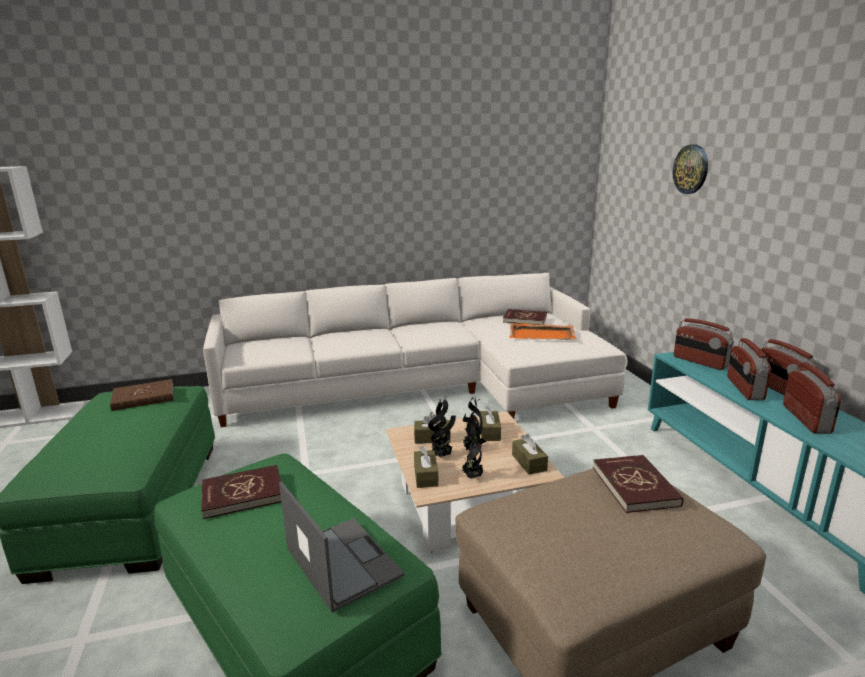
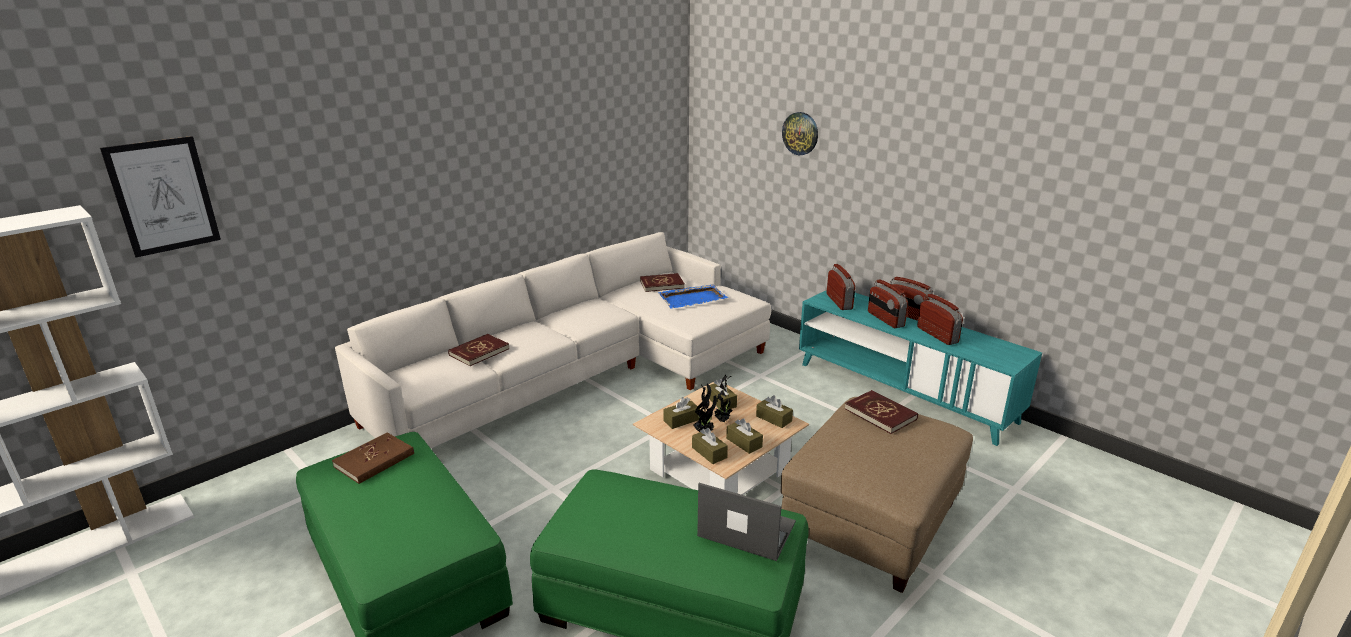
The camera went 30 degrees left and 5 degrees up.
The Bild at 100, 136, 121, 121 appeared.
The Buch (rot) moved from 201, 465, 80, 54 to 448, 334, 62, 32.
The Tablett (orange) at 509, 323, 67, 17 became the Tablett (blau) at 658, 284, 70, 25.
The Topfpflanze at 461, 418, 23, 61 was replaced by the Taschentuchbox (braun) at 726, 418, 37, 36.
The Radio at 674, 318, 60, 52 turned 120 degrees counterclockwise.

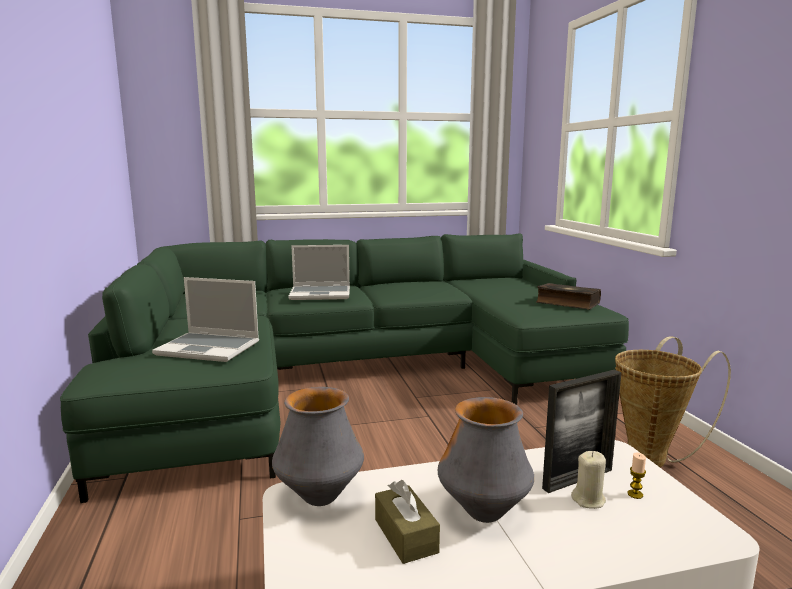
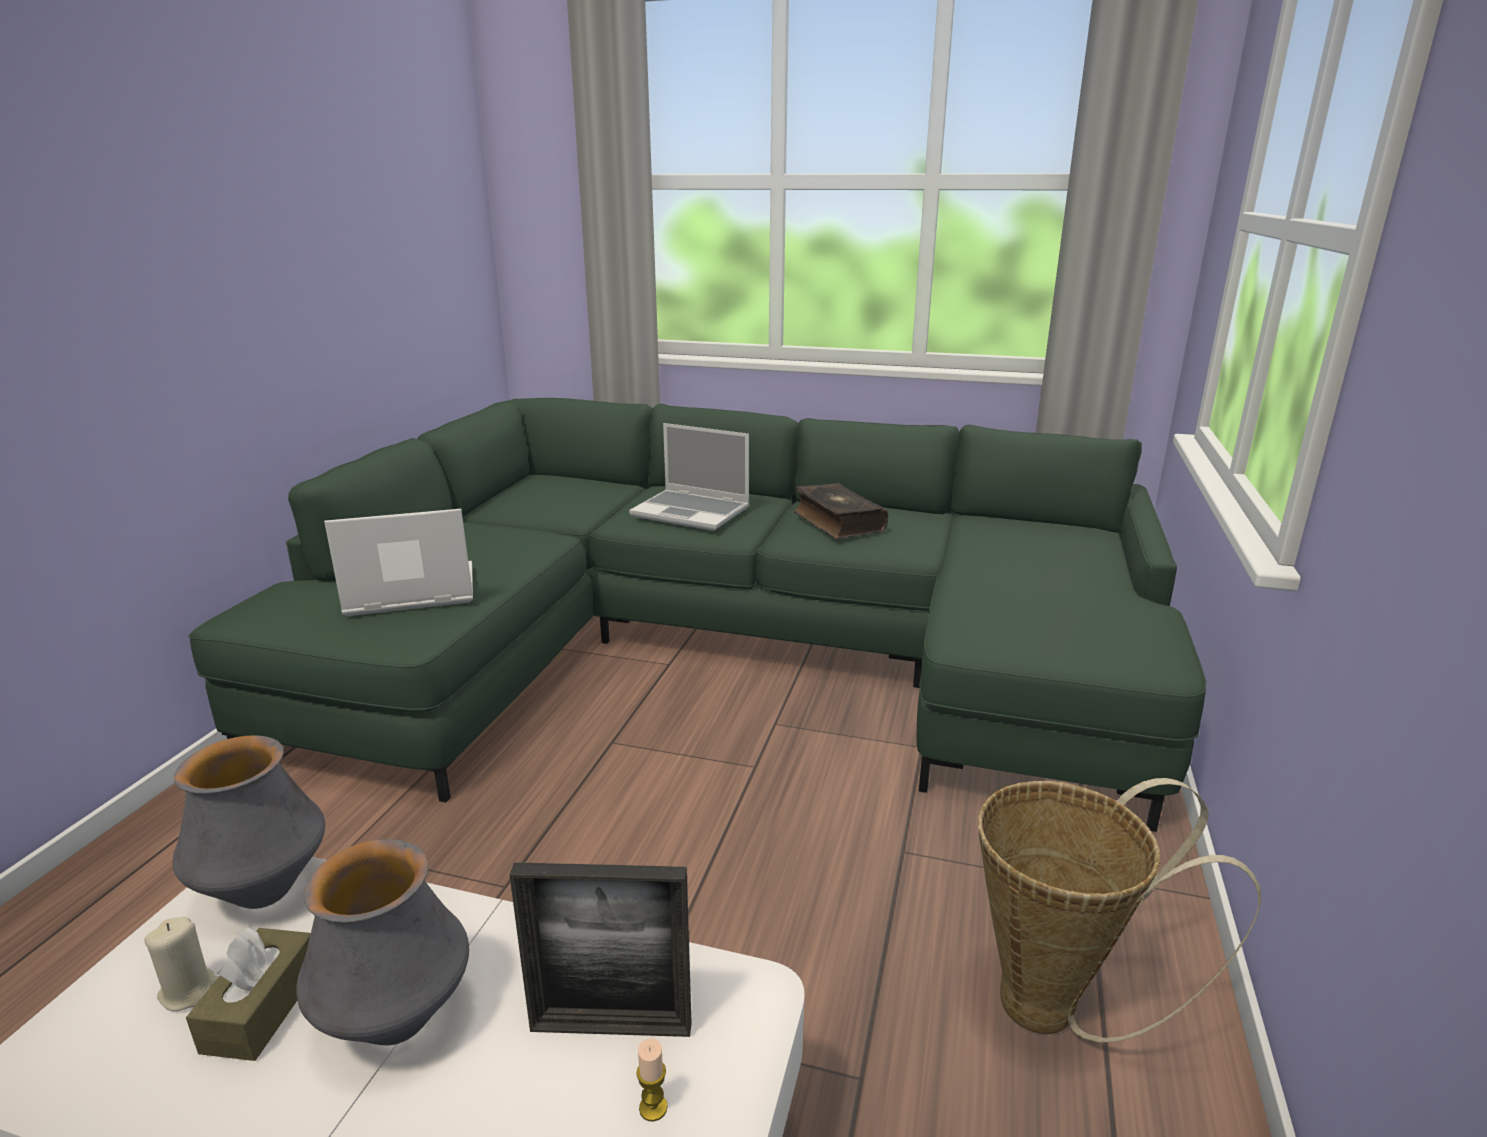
The camera went 30 degrees right and 10 degrees up.
The Kerze (beige) moved from 571, 451, 35, 58 to 144, 917, 75, 94.
The Laptop at 152, 277, 107, 85 turned 120 degrees clockwise.
The Buch moved from 536, 283, 65, 26 to 793, 483, 95, 56.

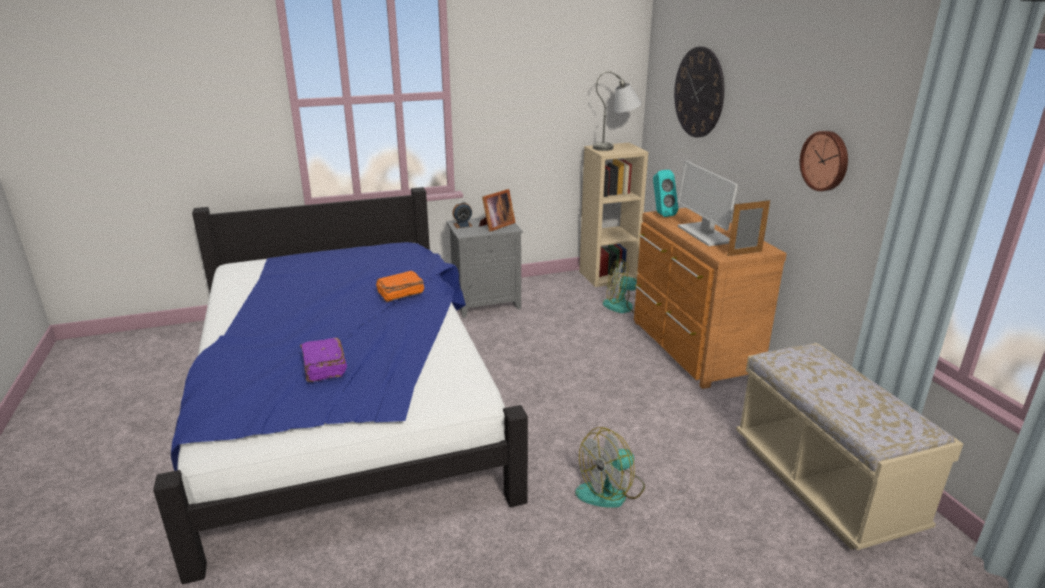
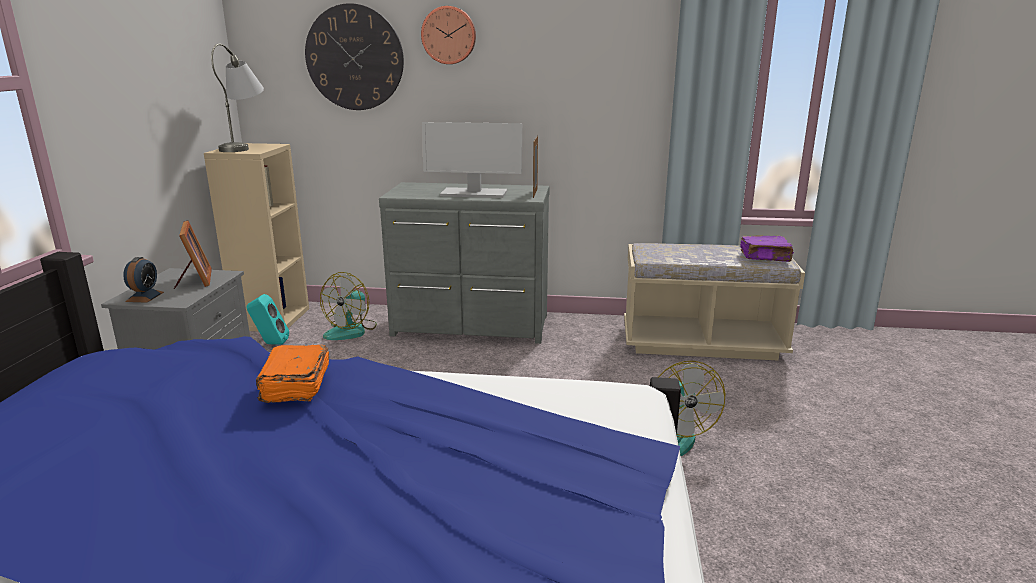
The camera went 65 degrees left and 5 degrees down.
The Lautsprecher (türkis) moved from 653, 170, 25, 47 to 246, 294, 43, 51.
The Kommode (braun) at 634, 208, 153, 181 became the Kommode (grau) at 379, 182, 171, 162.
The Wanduhr moved from 800, 131, 48, 60 to 421, 6, 55, 58.
The Buch (lila) moved from 300, 338, 47, 44 to 740, 235, 54, 27.

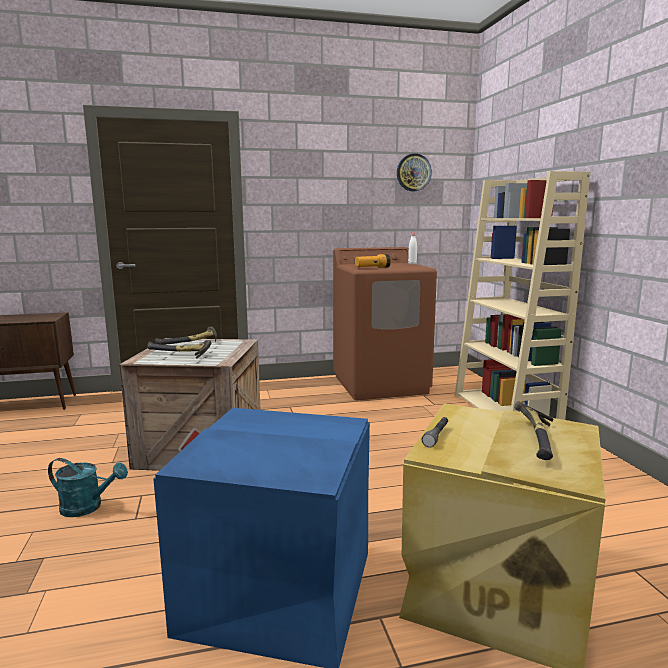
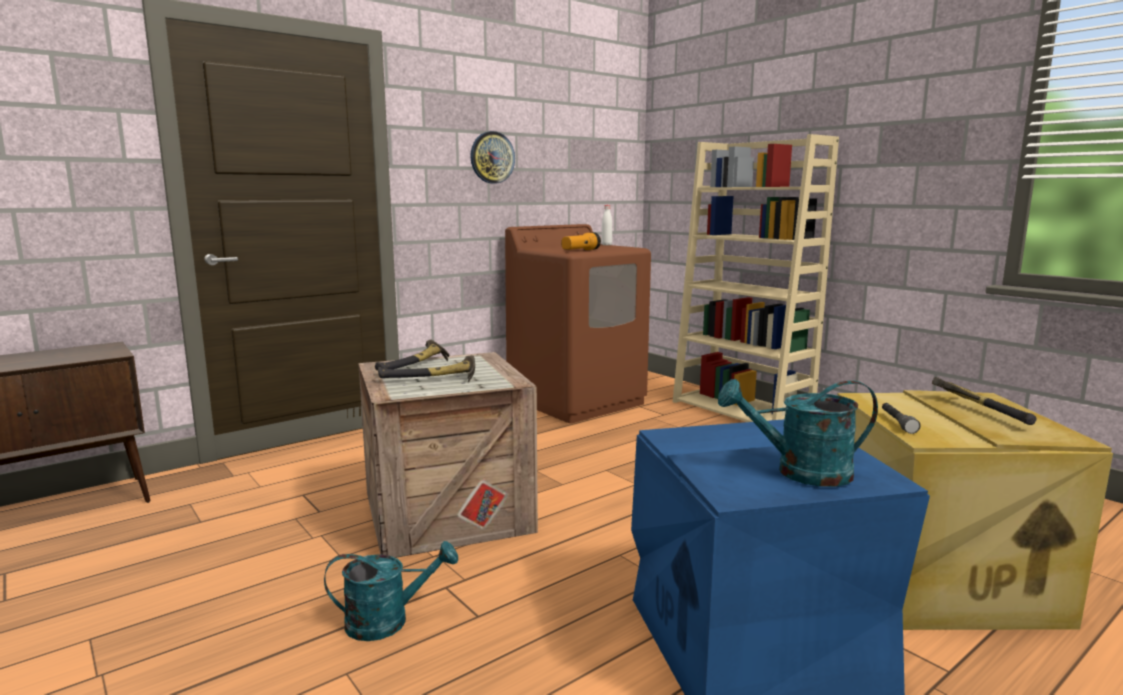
The camera went 25 degrees left and 0 degrees up.
The Wanduhr moved from 397, 153, 35, 38 to 470, 131, 45, 53.
The Gießkanne (türkis) at 718, 379, 160, 108 appeared.

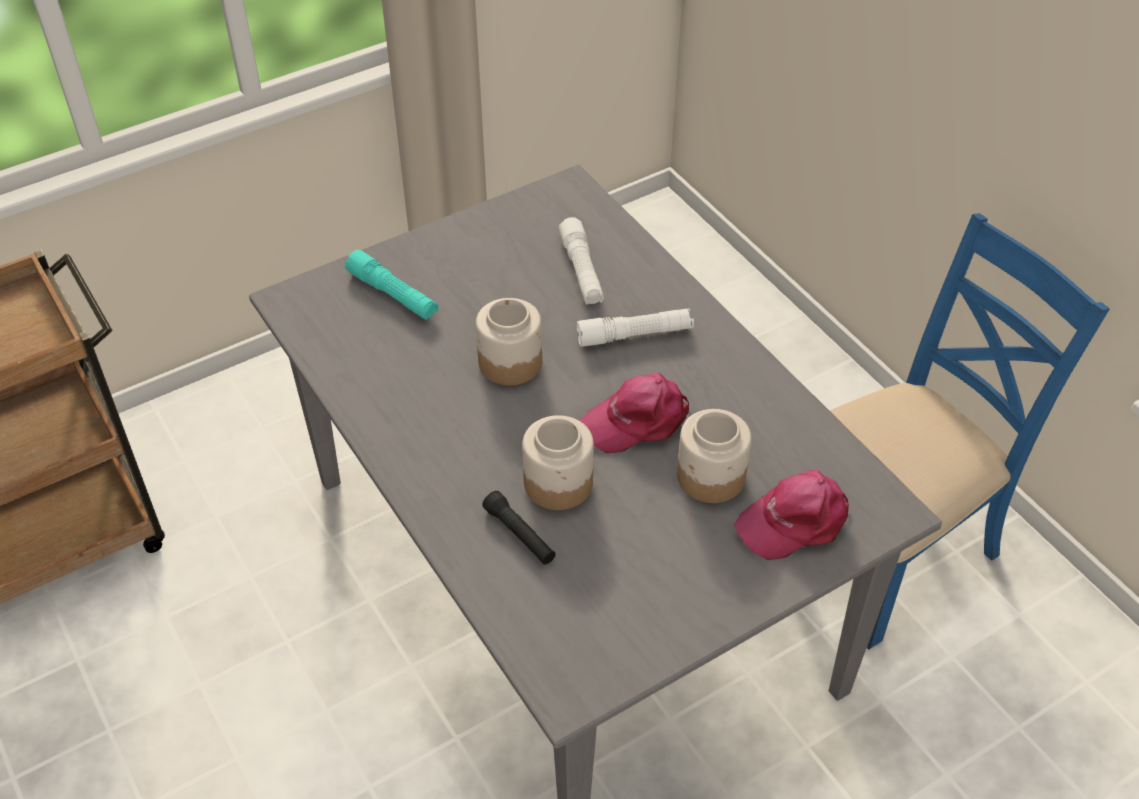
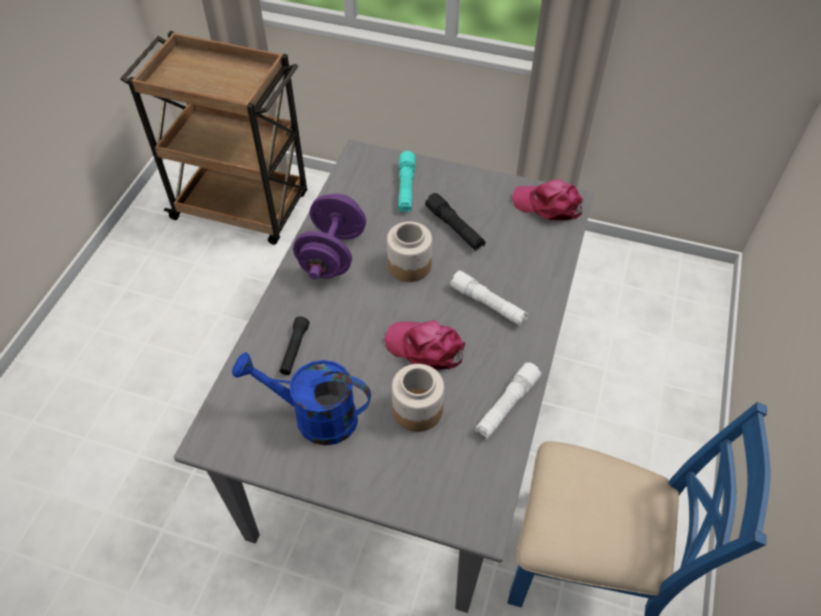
The camera went 50 degrees right and 5 degrees up.
The Gießkanne (blau) at 232, 352, 139, 93 appeared.
The Hantel (lila) at 293, 193, 73, 86 appeared.
The Taschenlampe (schwarz) at 425, 193, 61, 58 appeared.
The Taschenlampe (weiß) moved from 559, 217, 45, 88 to 475, 362, 66, 77.
The Kappe (rosa) moved from 734, 470, 115, 90 to 512, 179, 71, 41.
The Vorratsglas at 522, 415, 72, 95 disappeared.

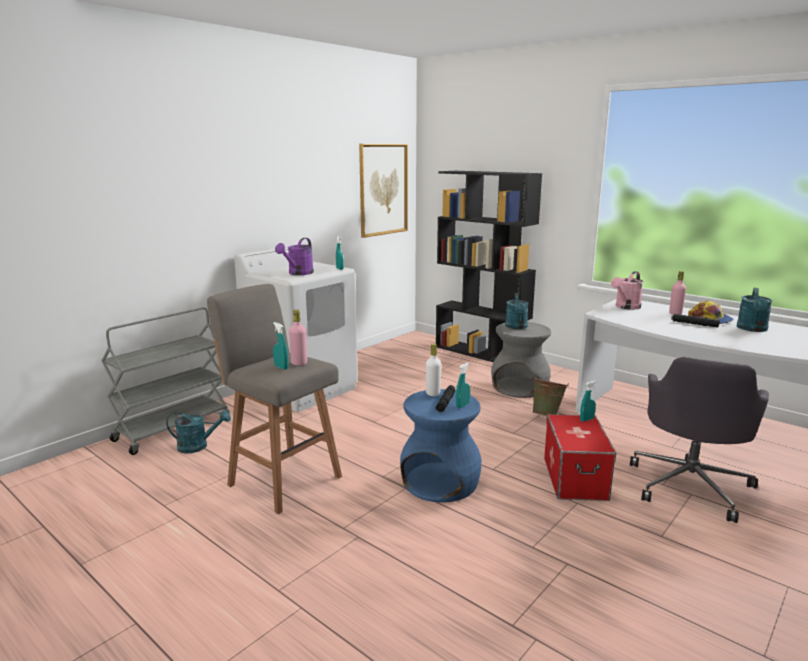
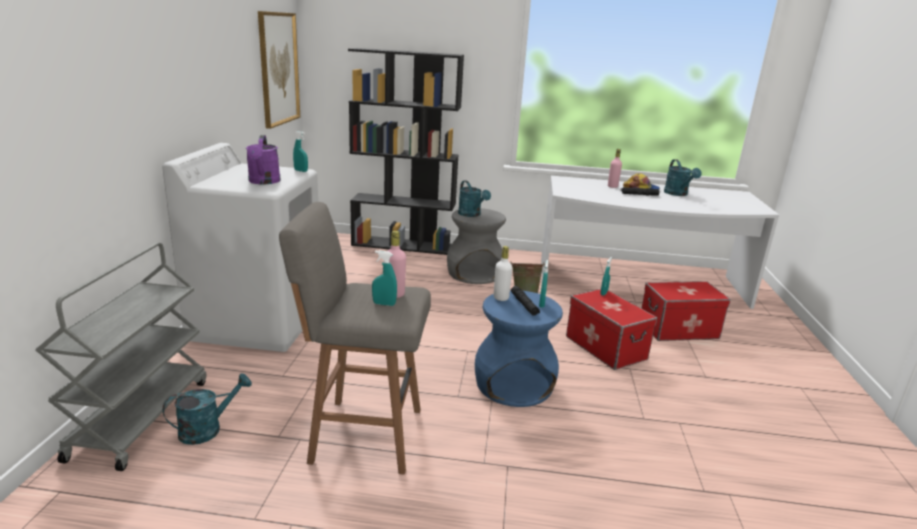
The camera went 35 degrees left and 5 degrees up.
The Bürostuhl (grau) at 630, 357, 139, 166 was replaced by the Aufbewahrungsbox at 642, 281, 89, 60.
The Gießkanne (rosa) at 611, 271, 32, 39 disappeared.

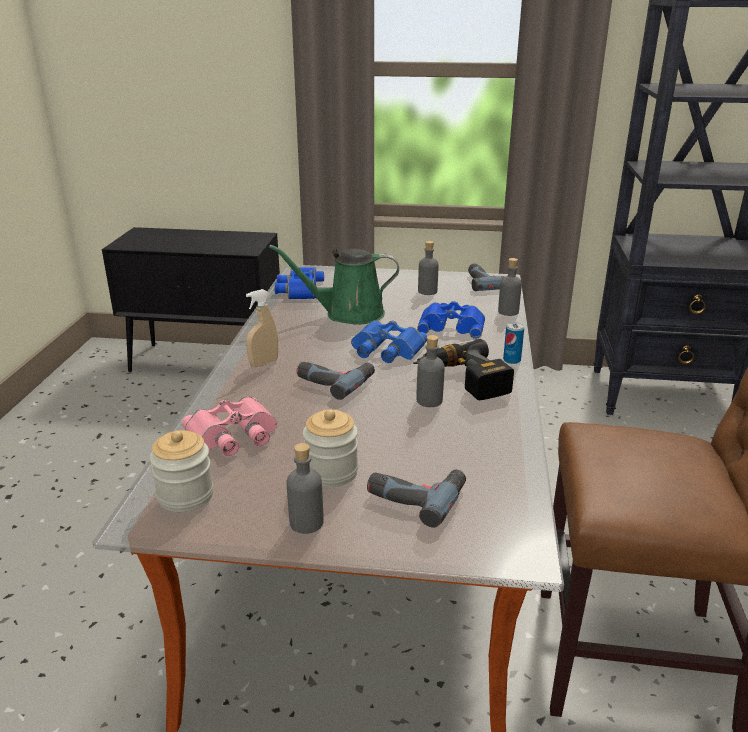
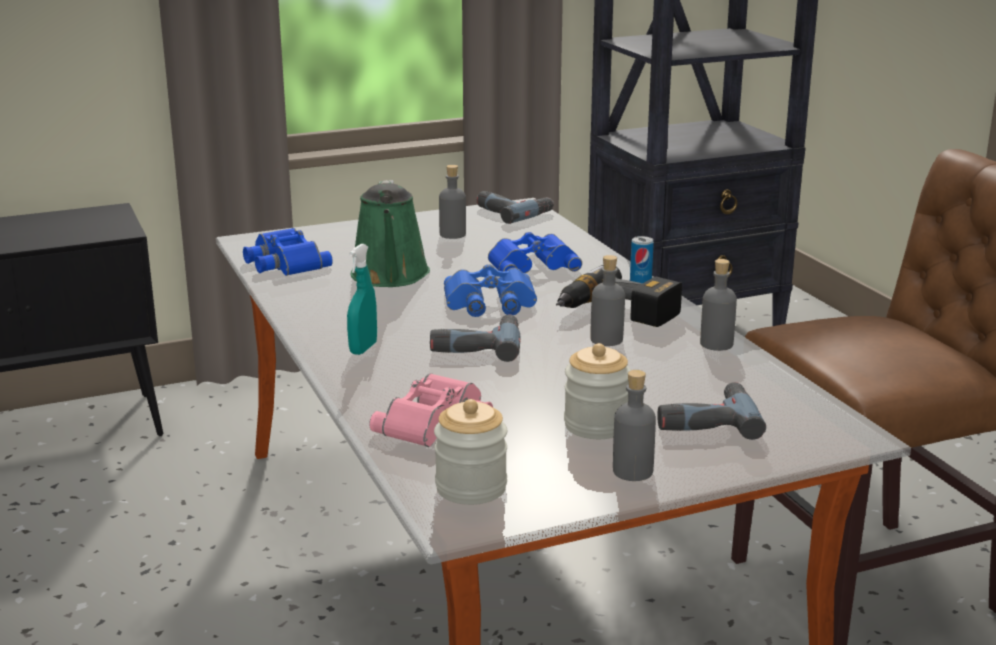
The camera went 30 degrees left and 5 degrees down.
The Sprühflasche (beige) at 246, 289, 32, 78 became the Sprühflasche (türkis) at 347, 244, 30, 111.
The Gießkanne (grün) at 269, 245, 130, 80 turned 60 degrees counterclockwise.
The Flasche (grau) moved from 498, 258, 24, 58 to 700, 259, 37, 92.

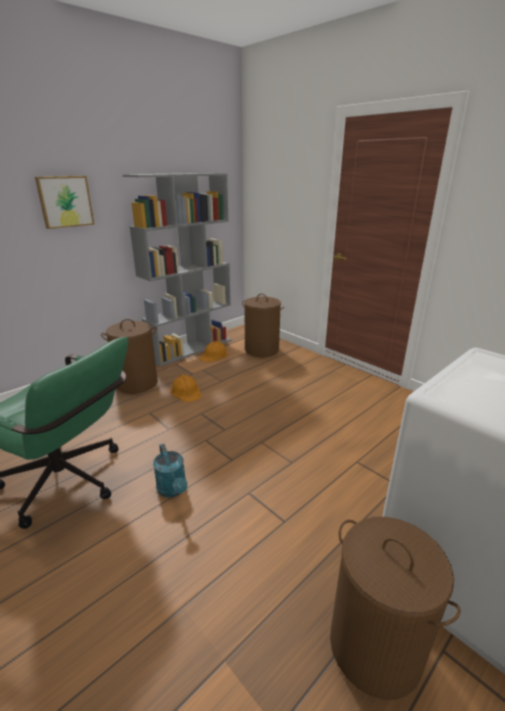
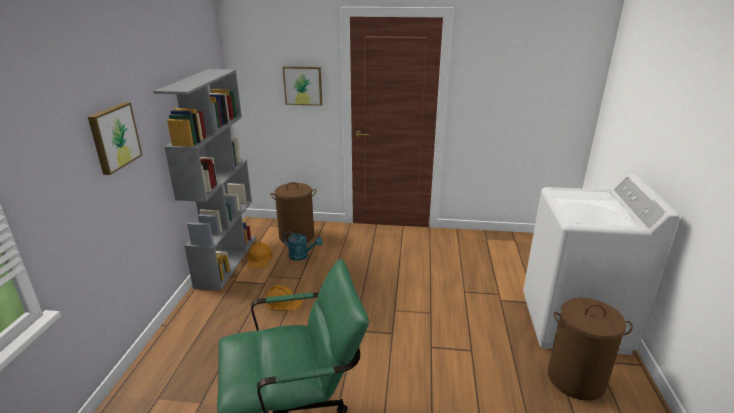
The camera went 40 degrees left and 0 degrees up.
The Bild at 283, 66, 39, 40 appeared.
The Gießkanne (türkis) moved from 153, 444, 34, 54 to 283, 231, 40, 30.
The Wäschekorb (braun) at 101, 319, 57, 75 disappeared.

